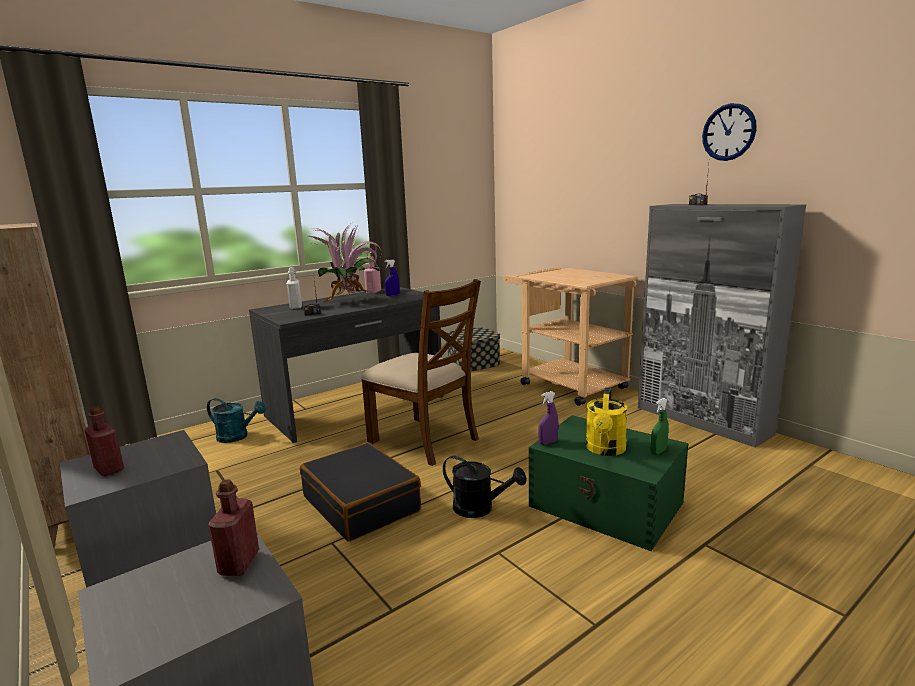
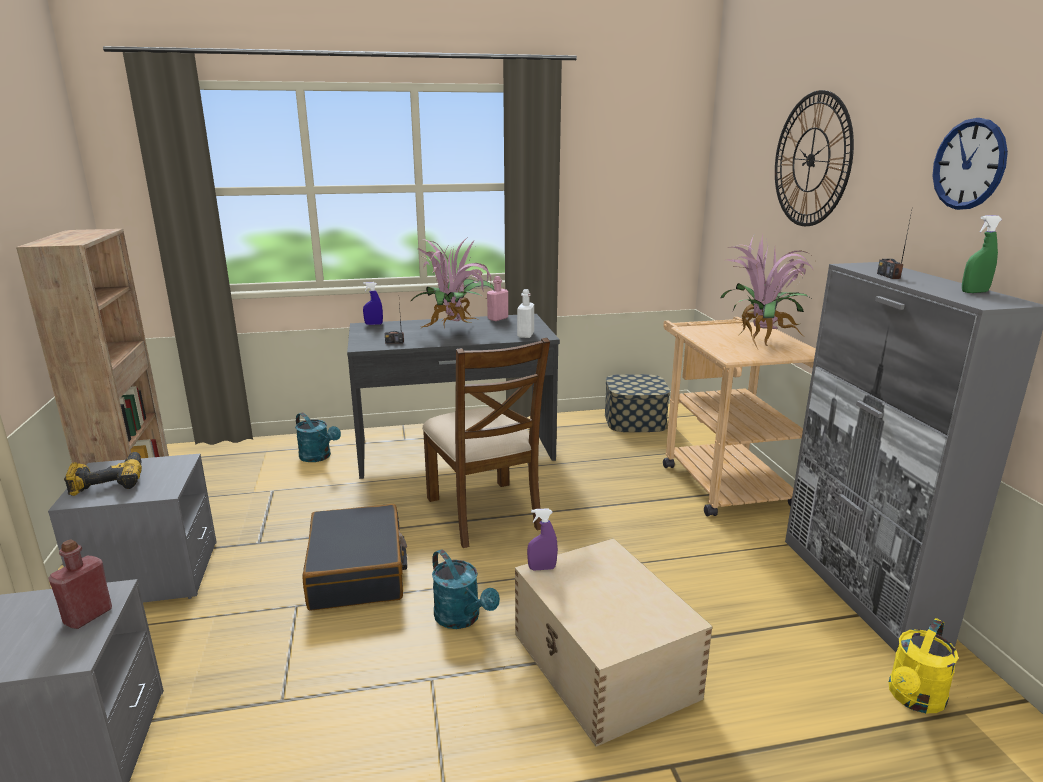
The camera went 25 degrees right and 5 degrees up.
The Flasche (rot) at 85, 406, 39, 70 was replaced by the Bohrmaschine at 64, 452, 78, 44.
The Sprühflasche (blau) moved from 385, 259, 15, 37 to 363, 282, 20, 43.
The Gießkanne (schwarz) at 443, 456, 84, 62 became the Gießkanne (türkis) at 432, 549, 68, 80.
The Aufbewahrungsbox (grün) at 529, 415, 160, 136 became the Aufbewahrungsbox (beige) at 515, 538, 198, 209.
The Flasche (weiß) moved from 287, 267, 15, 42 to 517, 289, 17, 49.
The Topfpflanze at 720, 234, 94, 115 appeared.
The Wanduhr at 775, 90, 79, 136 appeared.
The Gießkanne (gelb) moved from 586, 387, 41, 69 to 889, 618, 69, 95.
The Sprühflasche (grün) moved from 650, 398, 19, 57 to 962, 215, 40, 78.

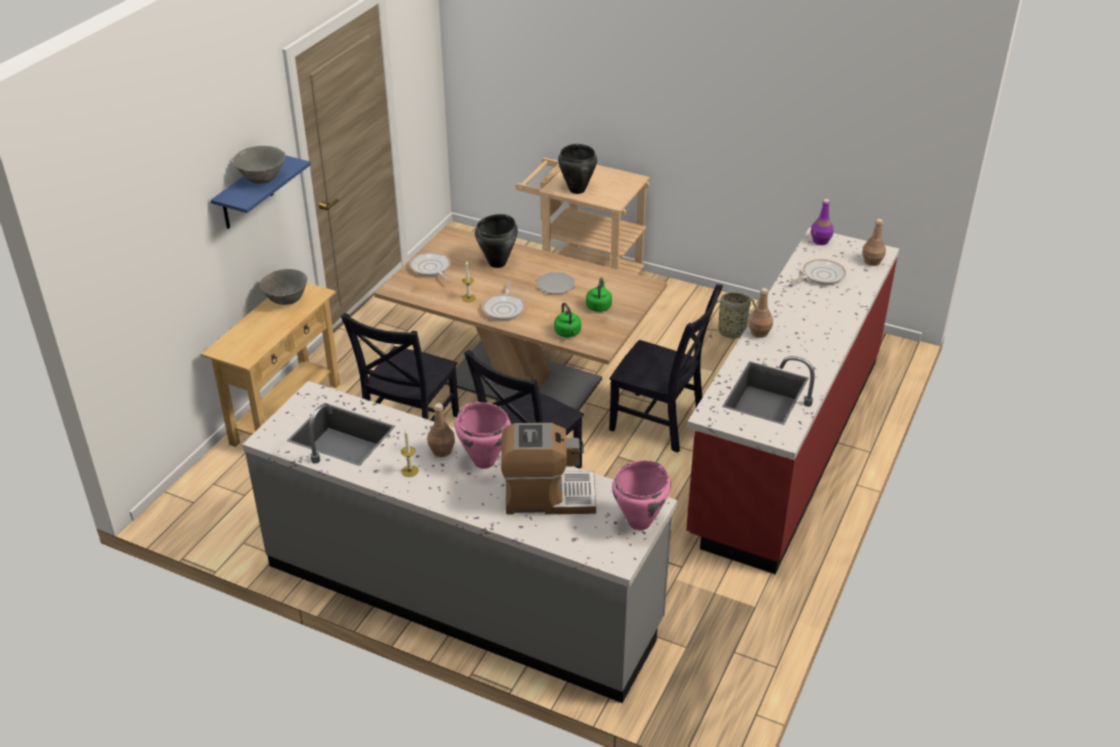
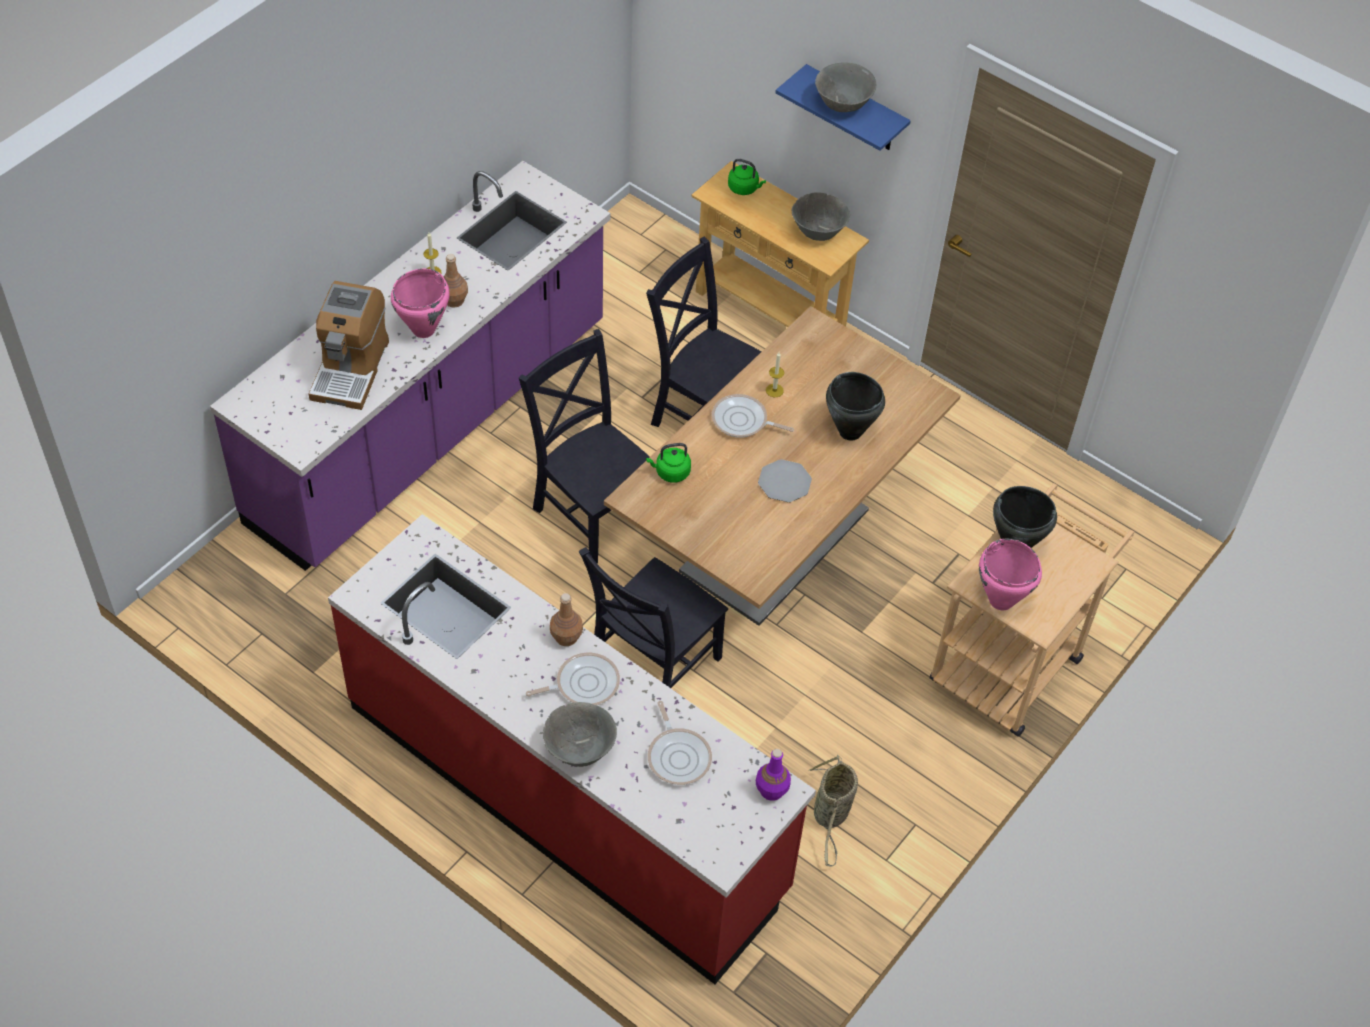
The camera went 100 degrees right and 15 degrees up.
The Küchenzeile (grau) at 242, 381, 435, 322 became the Küchenzeile (lila) at 210, 161, 401, 410.
The Pfanne moved from 409, 252, 42, 31 to 526, 653, 94, 52.
The Schüssel (grau) at 543, 702, 74, 65 appeared.
The Wasserkessel (grün) moved from 586, 277, 26, 35 to 728, 159, 38, 36.
The Kochtopf (rosa) moved from 612, 460, 59, 70 to 979, 538, 63, 72.
The Flasche (braun) at 862, 219, 24, 47 disappeared.

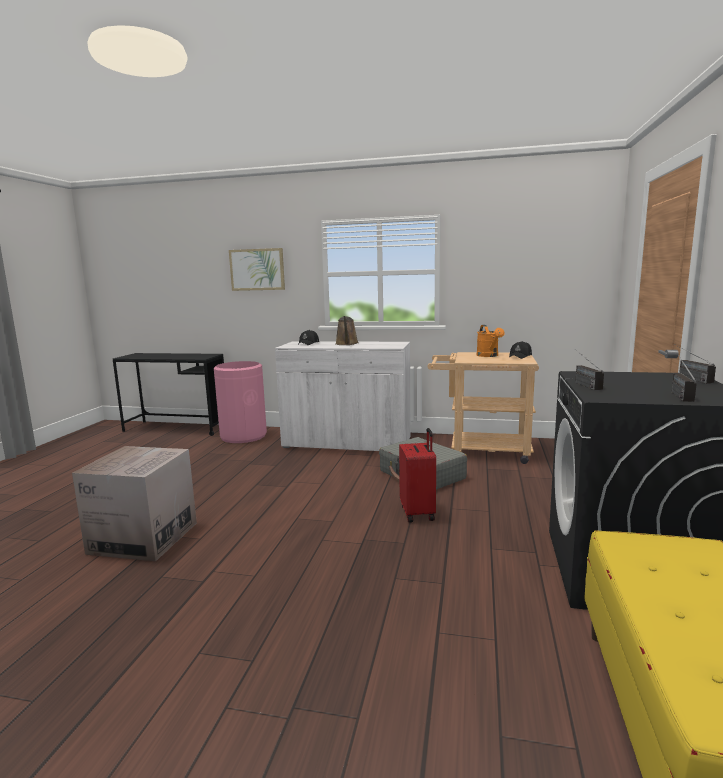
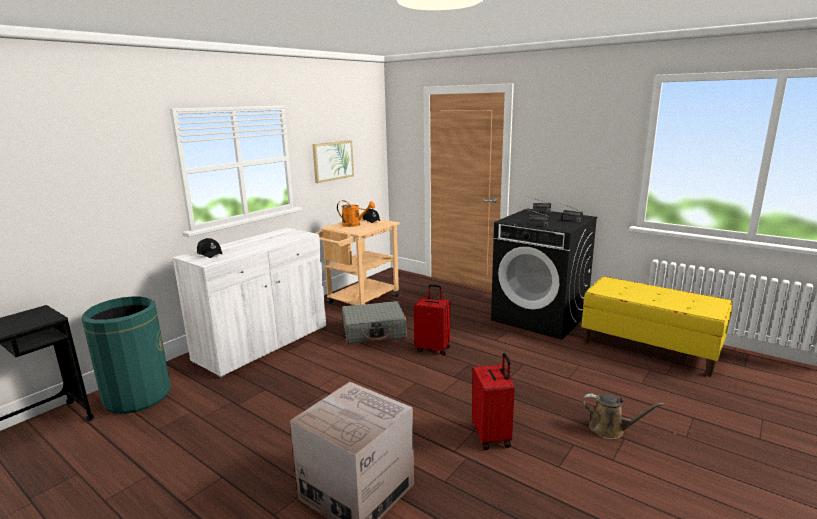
The camera went 65 degrees left and 5 degrees up.
The Mülleimer (rosa) at 214, 361, 53, 82 became the Mülleimer (grün) at 81, 297, 90, 117.
The Bild moved from 229, 248, 56, 43 to 312, 140, 42, 43.
The Koffer (rot) at 472, 353, 43, 97 appeared.
The Gießkanne (braun) moved from 335, 316, 24, 29 to 582, 394, 82, 45.

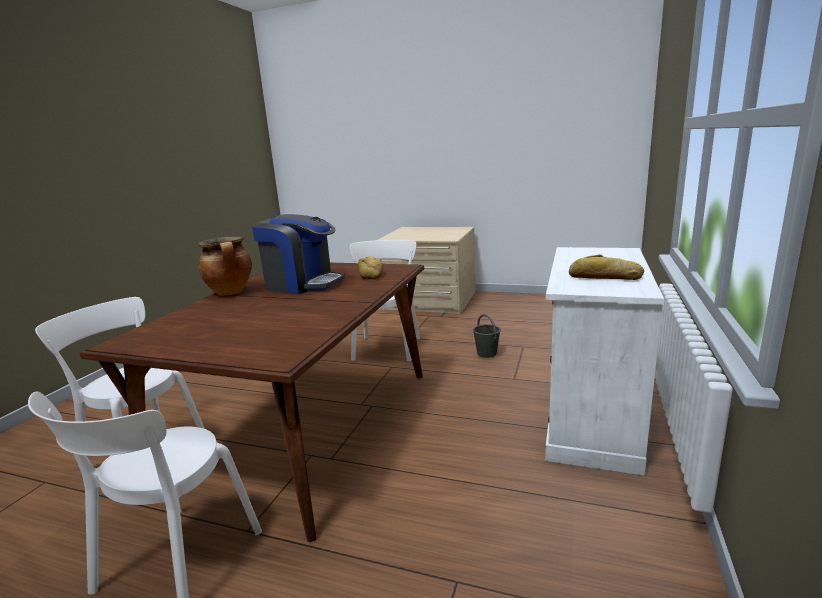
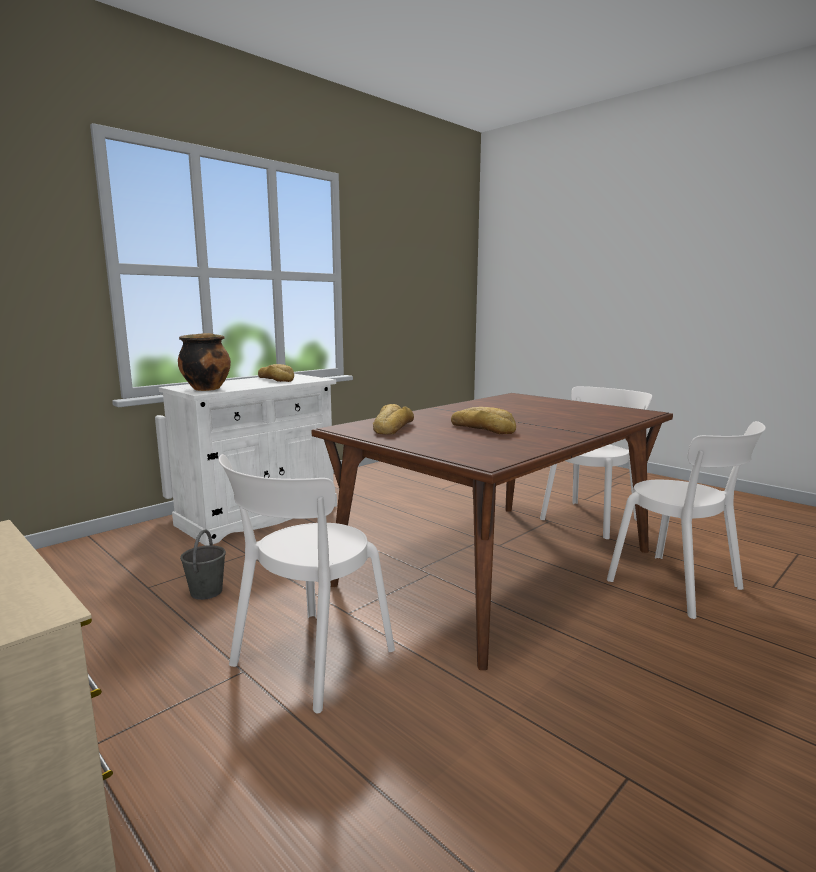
The camera went 155 degrees left and 5 degrees down.
The Kochtopf moved from 198, 236, 54, 60 to 178, 333, 53, 58.
The Kaffeemaschine at 252, 214, 93, 80 was replaced by the Brot at 451, 407, 65, 27.

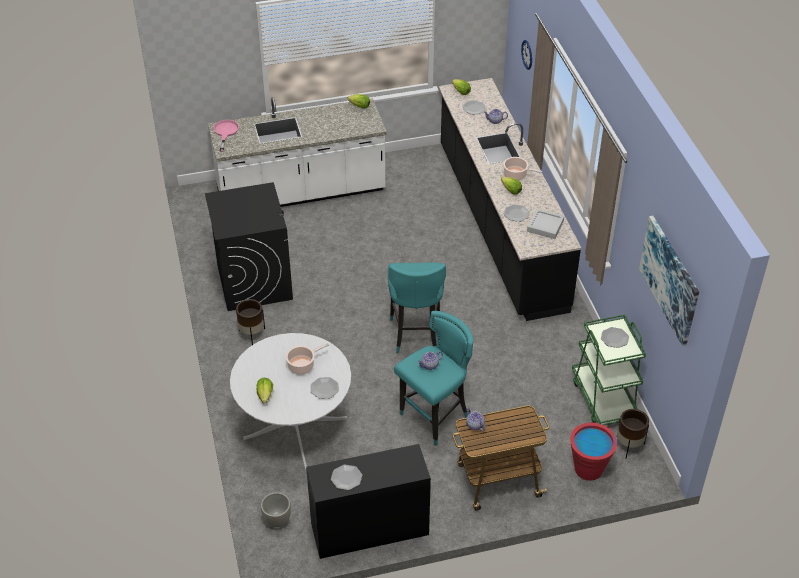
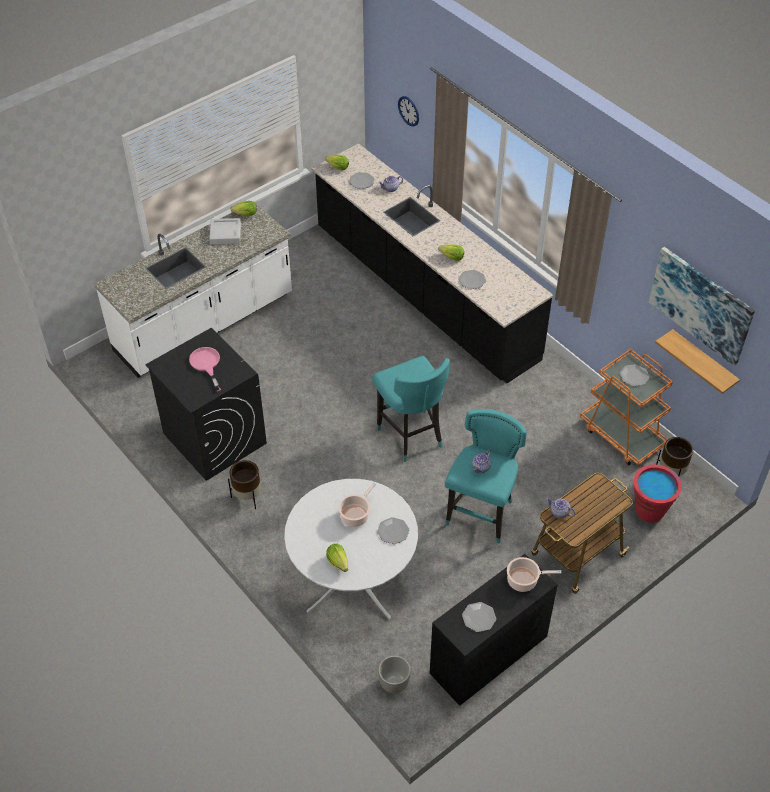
The camera went 25 degrees left and 5 degrees up.
The Pfanne (rosa) moved from 214, 120, 25, 32 to 189, 347, 32, 44.
The Tablett (grau) moved from 527, 209, 37, 30 to 209, 218, 32, 26.
The Kochtopf moved from 503, 157, 39, 23 to 507, 557, 54, 35.
The Rollwagen (grün) at 572, 314, 74, 111 became the Rollwagen (orange) at 580, 349, 93, 116.
The Wandregal at 655, 329, 85, 65 appeared.

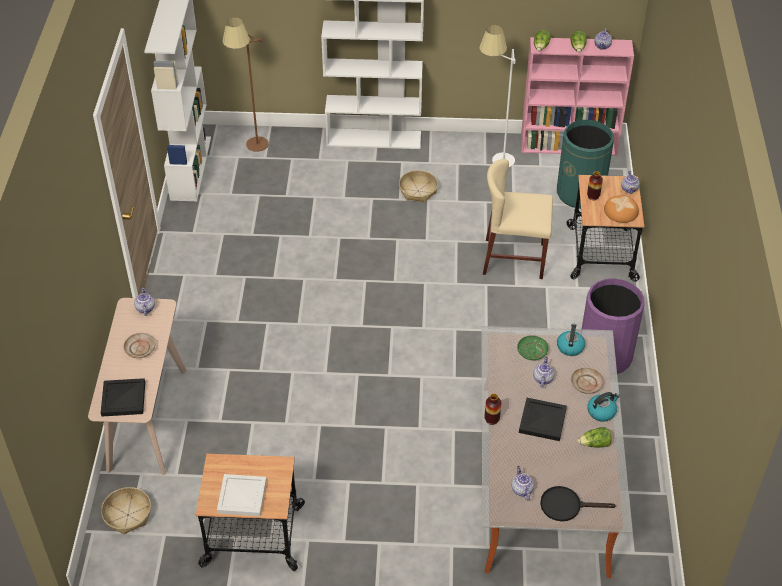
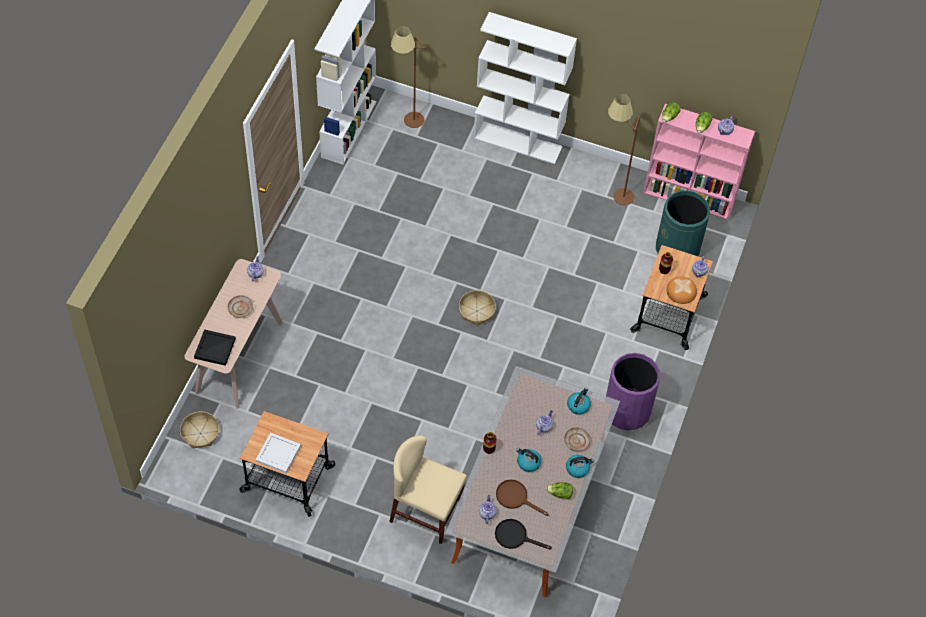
The camera went 15 degrees right and 10 degrees up.
The Stuhl (beige) moved from 483, 159, 70, 120 to 389, 435, 78, 109.
The Korb moved from 399, 170, 39, 33 to 459, 290, 37, 36.
The Pfanne (braun) at 496, 480, 53, 36 appeared.
The Tablett (schwarz) at 519, 398, 48, 43 was replaced by the Wasserkessel at 516, 448, 25, 24.
The Stehlampe (weiß) at 479, 25, 37, 142 became the Stehlampe (braun) at 608, 93, 32, 112.
The Teller (grün) at 517, 335, 32, 25 disappeared.

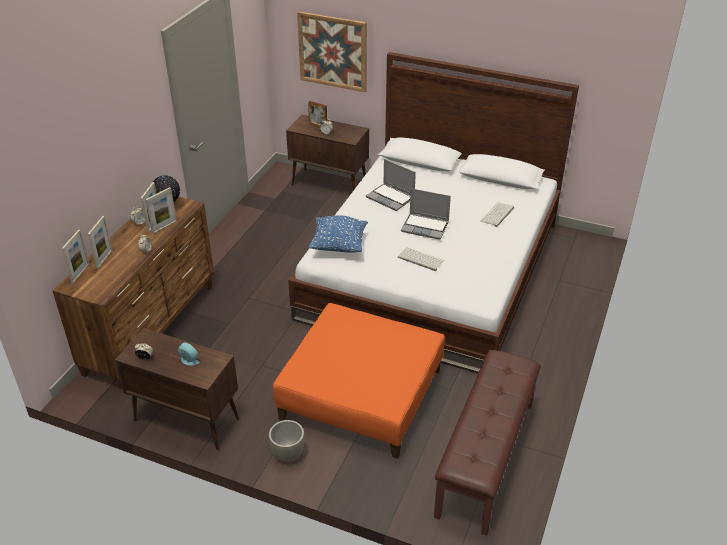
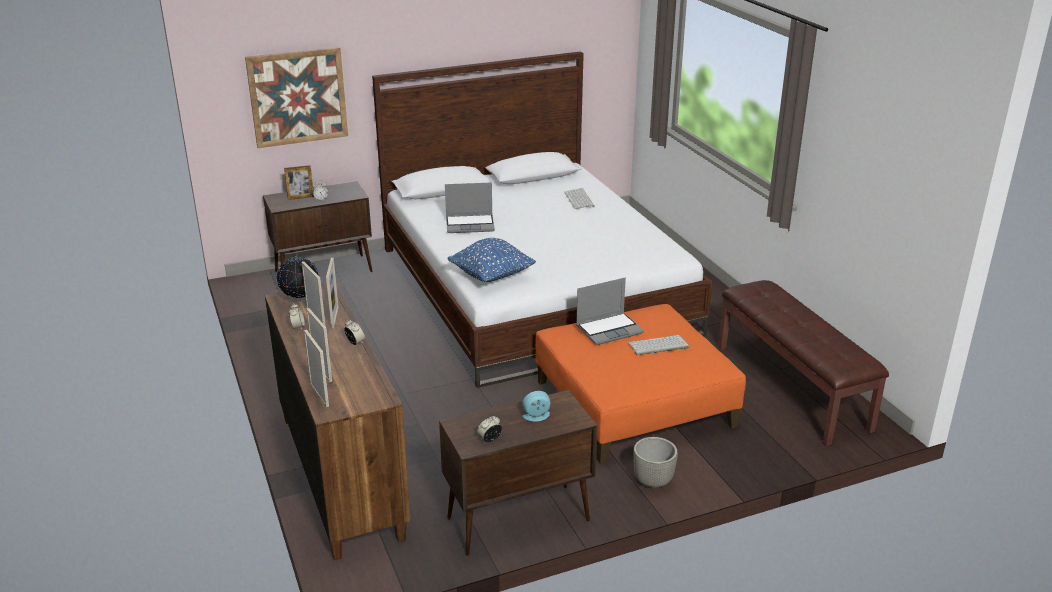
The camera went 45 degrees left and 10 degrees down.
The Laptop moved from 401, 188, 50, 52 to 576, 278, 68, 67.
The Tastatur moved from 398, 248, 46, 23 to 628, 335, 61, 20.

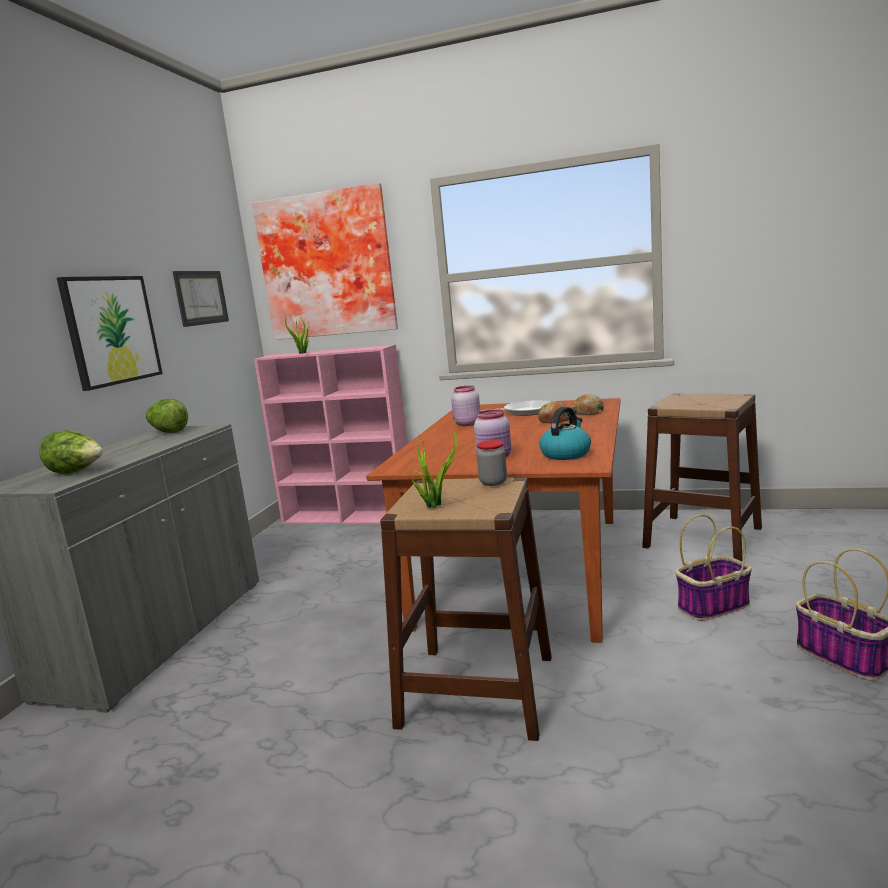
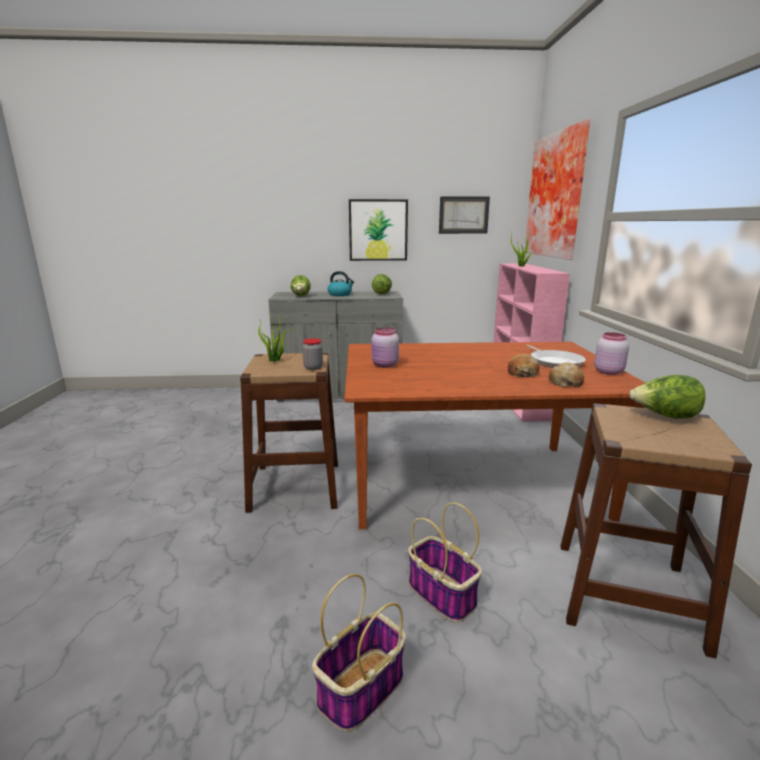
The camera went 70 degrees right and 5 degrees up.
The Wasserkessel moved from 539, 407, 52, 53 to 328, 271, 26, 25.
The Vorratsglas (rosa) moved from 451, 386, 29, 40 to 594, 332, 35, 43.
The Salatkopf at 629, 375, 77, 44 appeared.

